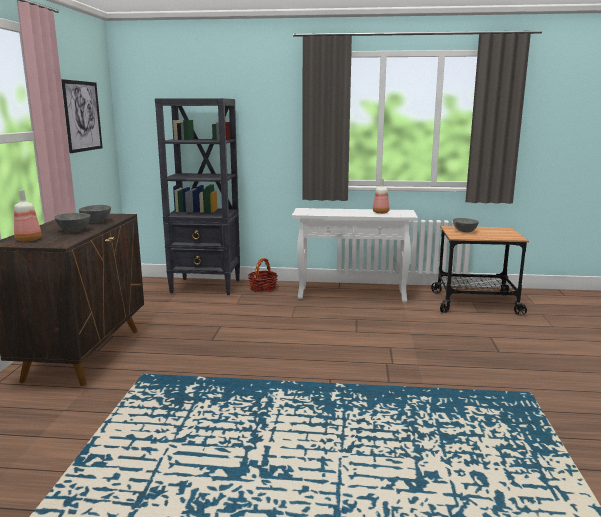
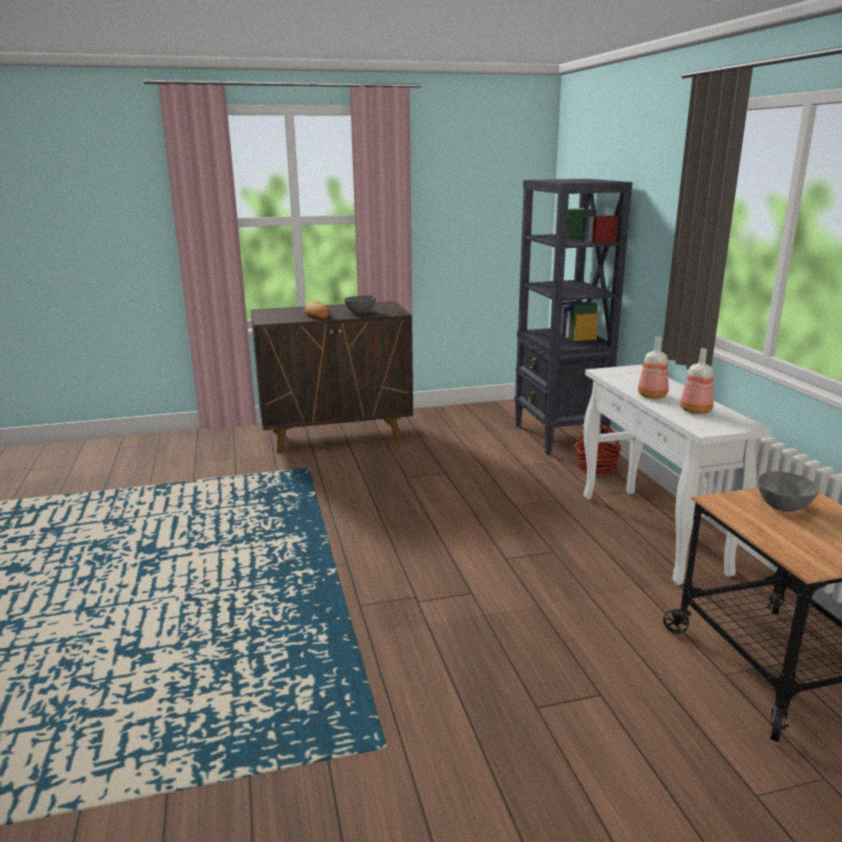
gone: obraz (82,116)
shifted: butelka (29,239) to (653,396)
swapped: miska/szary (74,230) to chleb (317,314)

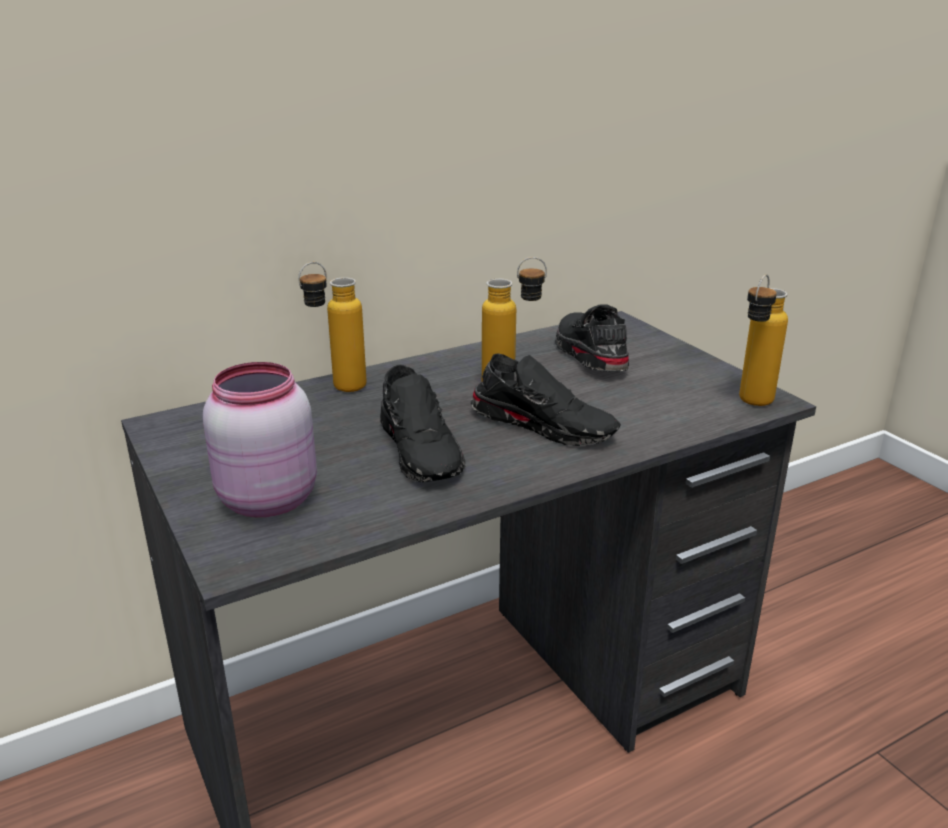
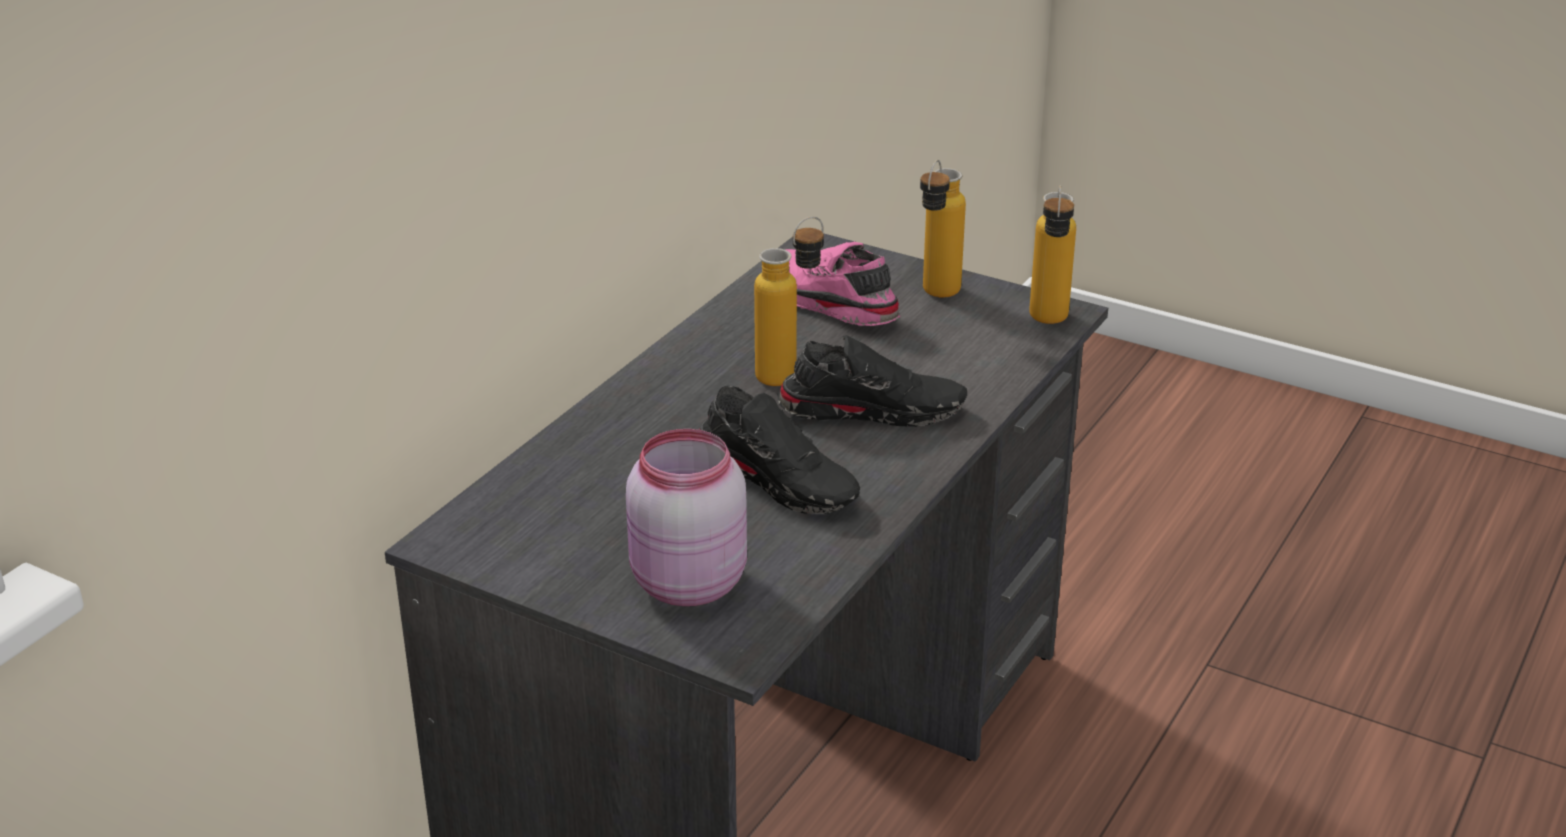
shifted: butelka (337,389) to (936,297)
repainted: but/czarny (588,354) to but/różowy (828,303)

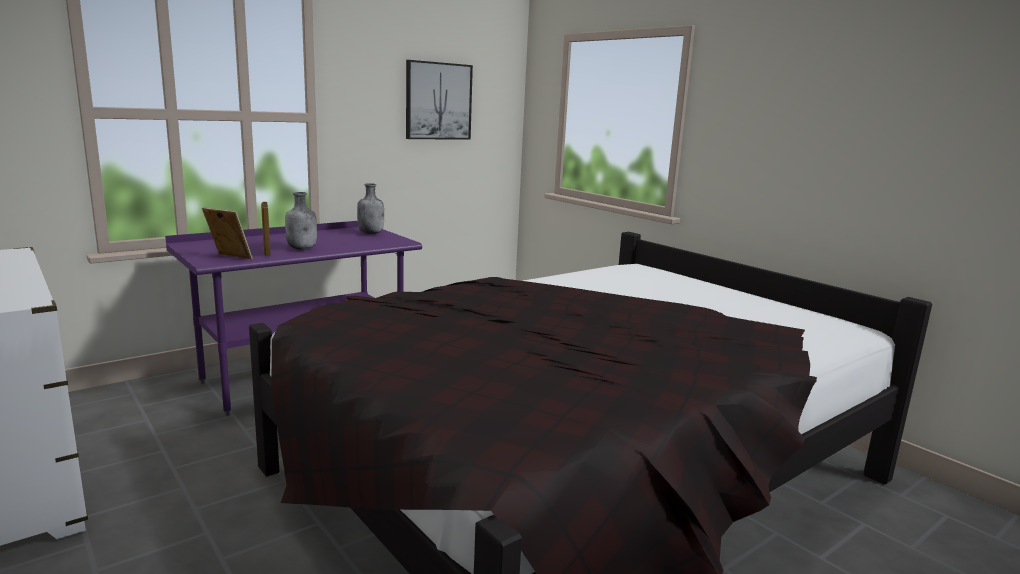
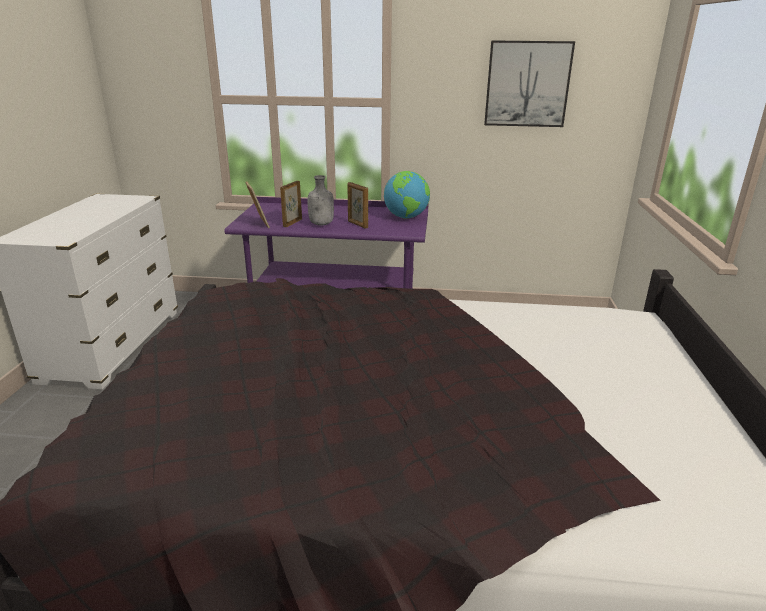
new: ramka na zdjęcie (357,224)
swapped: butelka/szary (371,233) to globus (406,217)

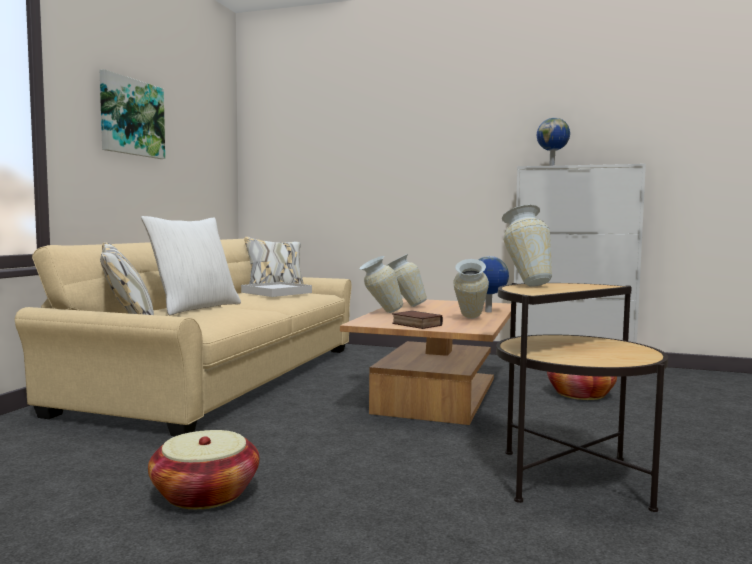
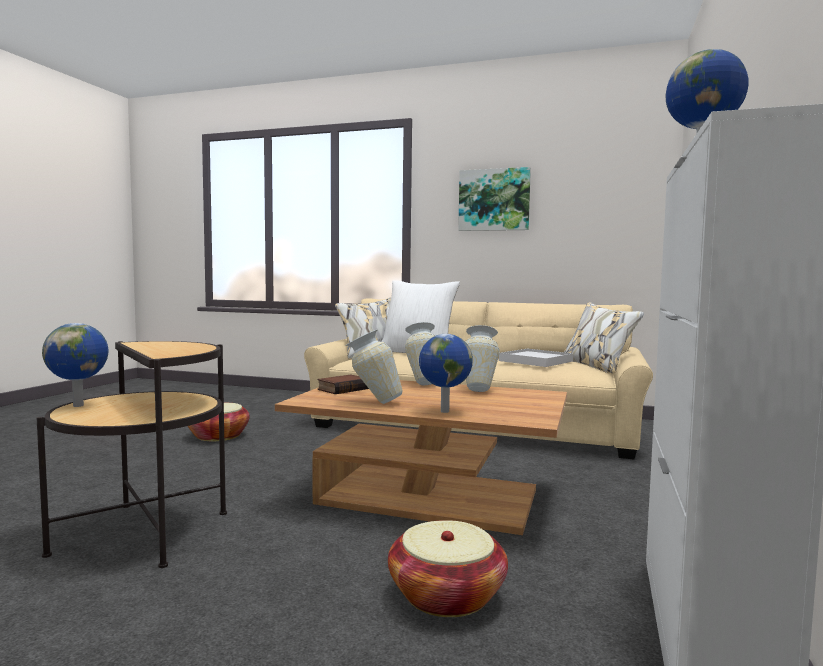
gone: wazon (526,285)
new: globus (80,405)

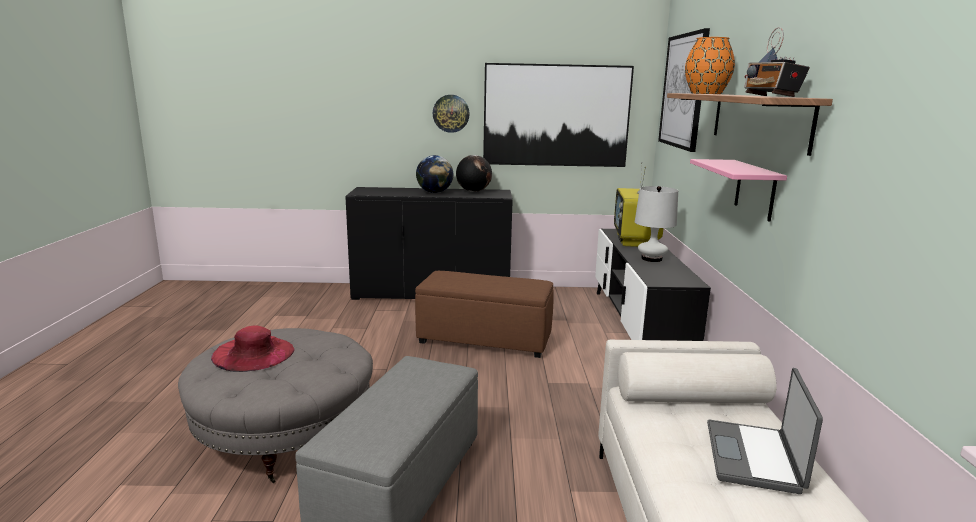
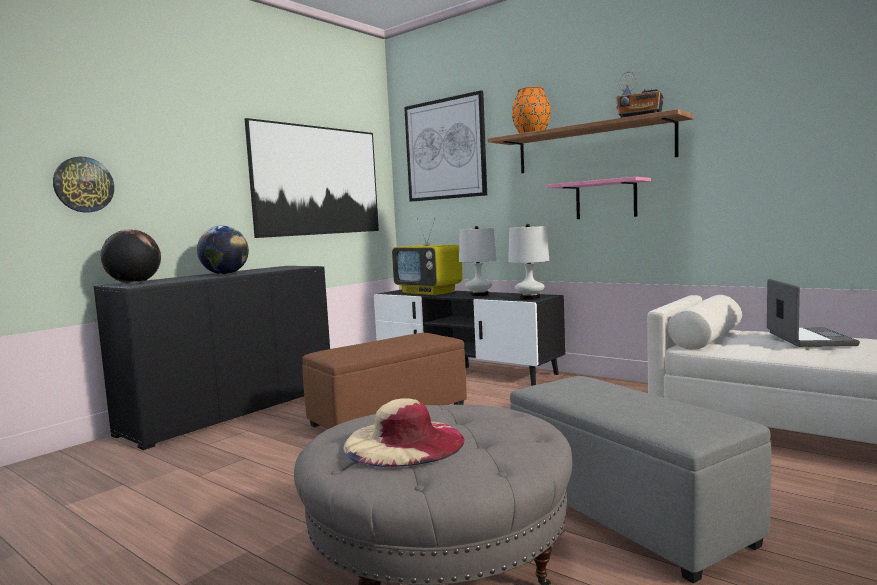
new: lampa stołowa/biały (530,298)
shifted: zegar ścienny (451,113) to (83,184); globus (473,191) to (133,283)
repainted: kapelusz/czerwony (253,353) to kapelusz/beżowy (404,442)
rotated: laptop (755,457) = (808,339) 135 degrees counterclockwise

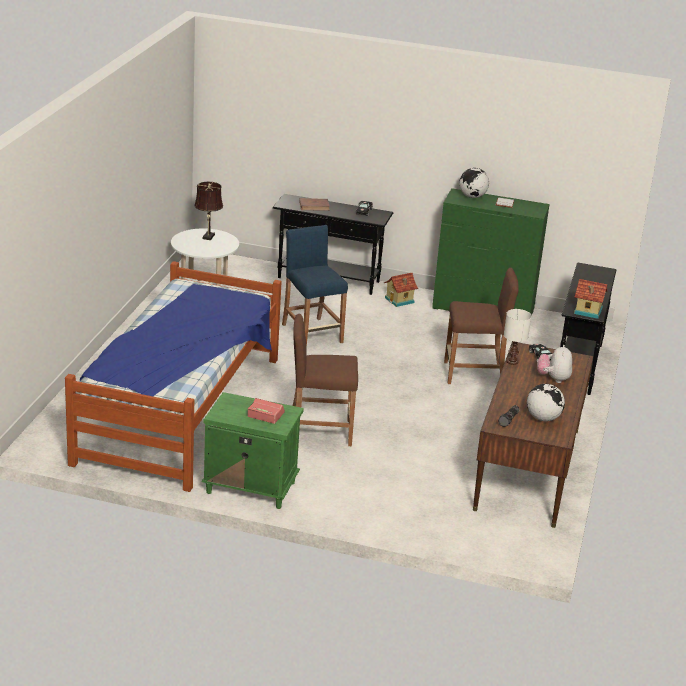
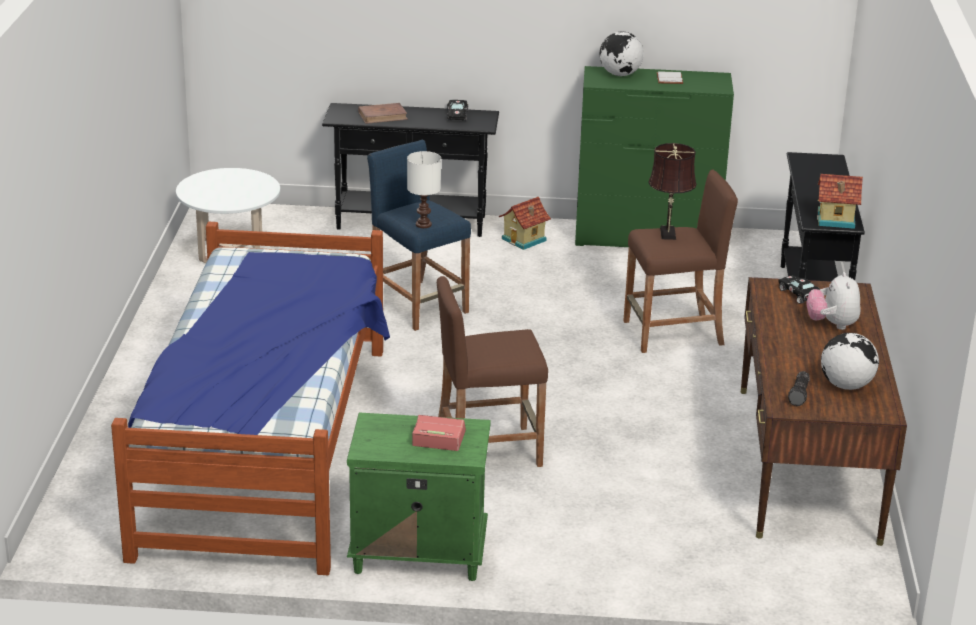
shifted: lampa stołowa/brązowy (208,237) to (668,235); lampa stołowa/biały (512,362) to (424,225)

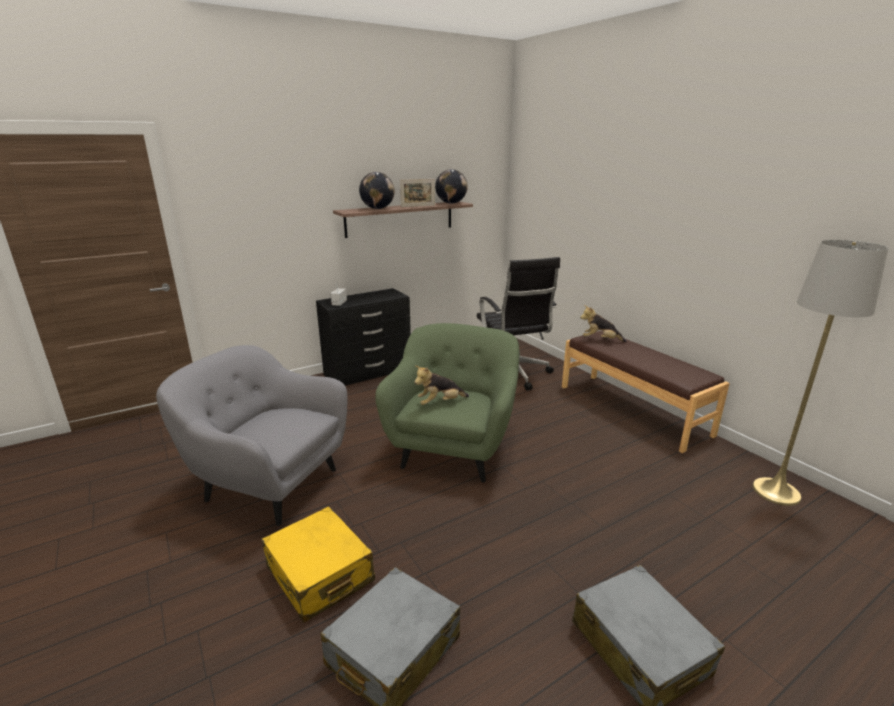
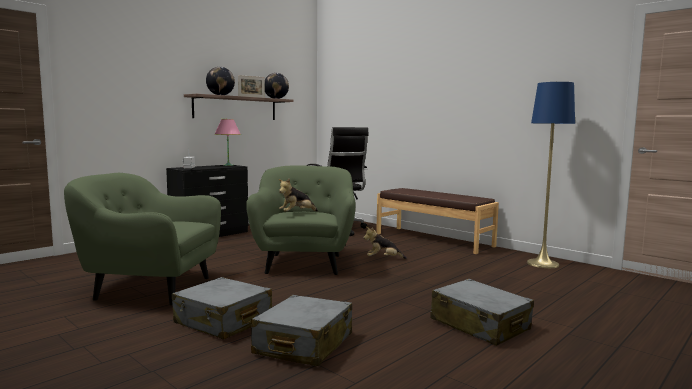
new: lampa stołowa/różowy (228,165)
shifted: pluszak (600,340) to (383,259)
repainted: lampa stojąca/szary (776,491) to lampa stojąca/niebieski (542,264); fotel/szary (269,483) to fotel/zielony (150,288); walizka/żółty (319,574) to walizka/szary (223,321)

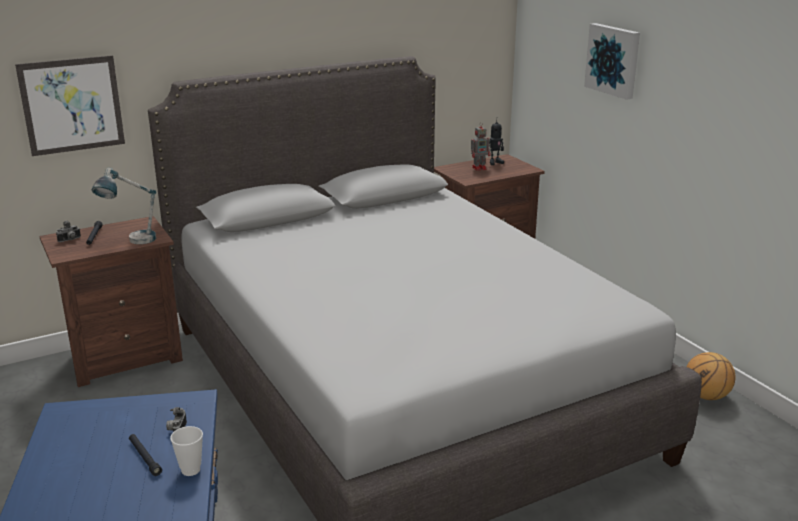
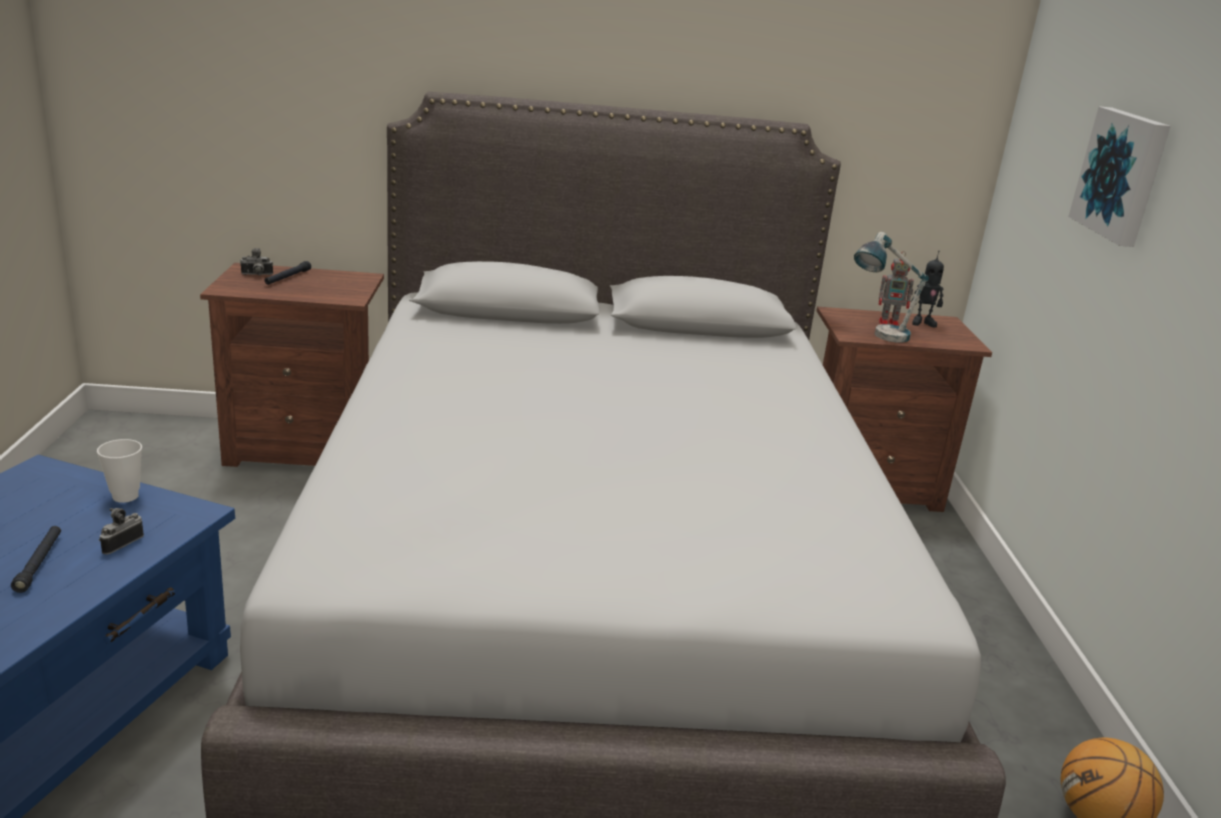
gone: obraz (72,105)
shifted: lampa stołowa (132,242) to (878,336); filiżanka (190,470) to (125,496)

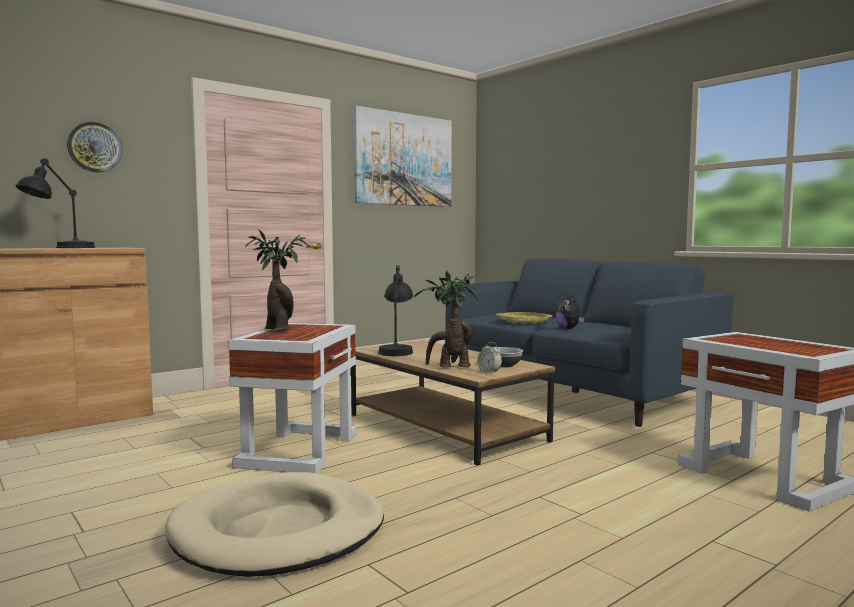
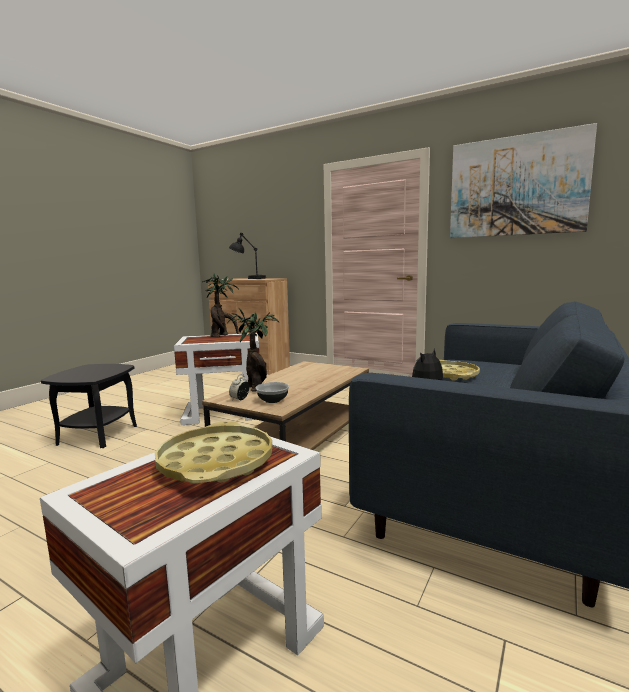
gone: zegar ścienny (94,147); lampa stołowa/czarny (397,350)
new: taca/żółty (216,462)
swapped: legowisko/beżowy (279,531) to stolik/czarny (98,435)

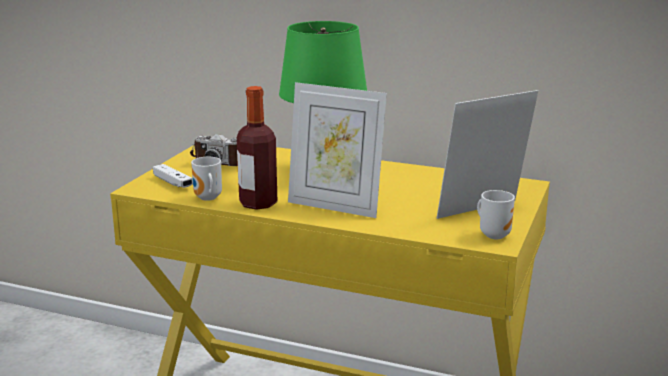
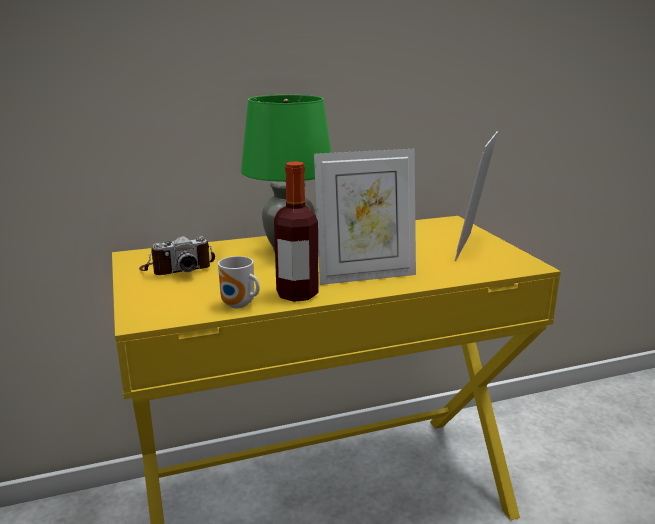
gone: pad do gier/biały (173,183); kubek (494,234)

